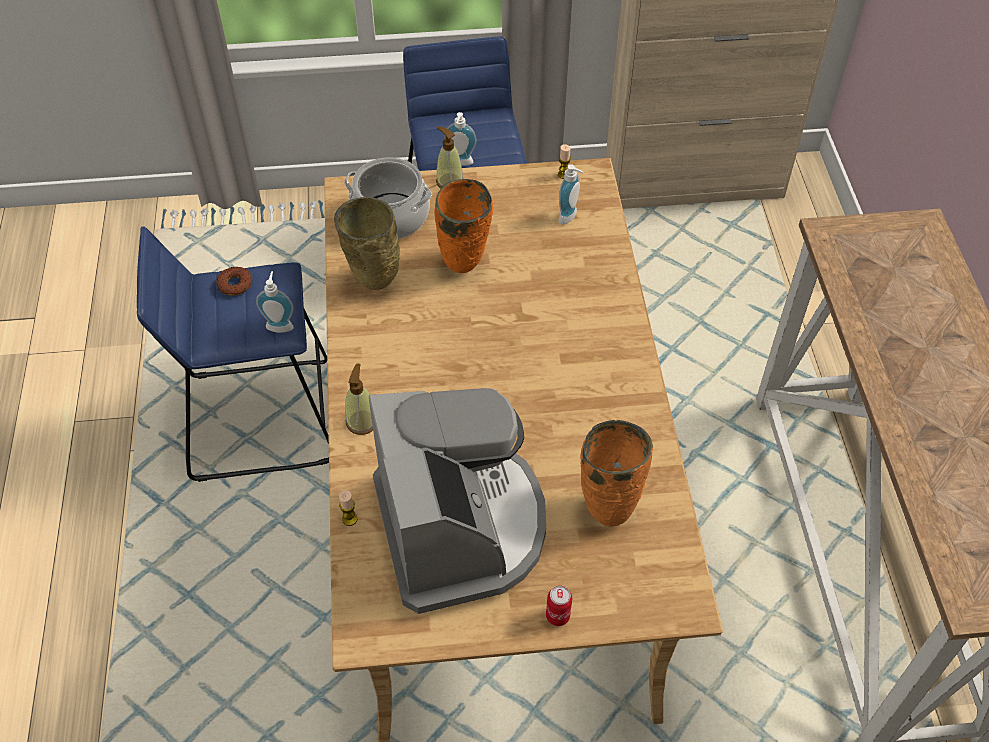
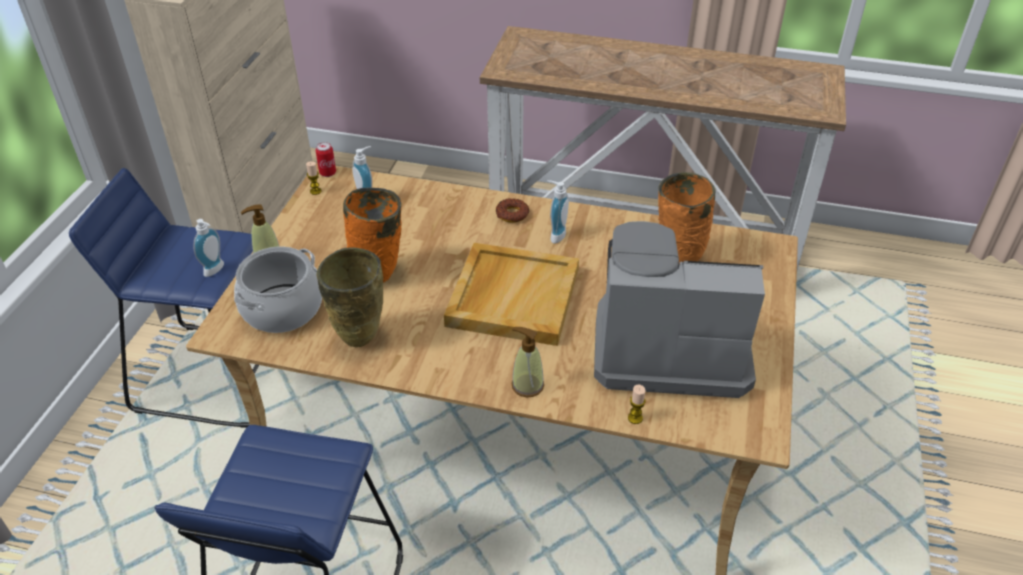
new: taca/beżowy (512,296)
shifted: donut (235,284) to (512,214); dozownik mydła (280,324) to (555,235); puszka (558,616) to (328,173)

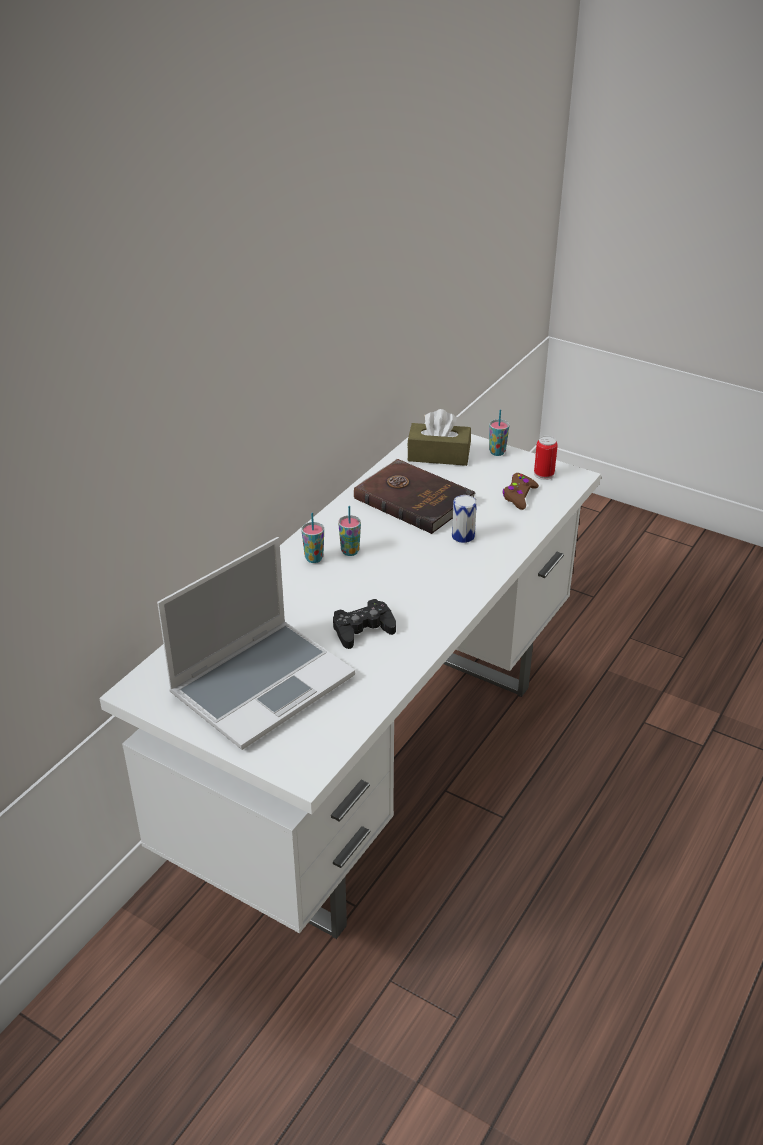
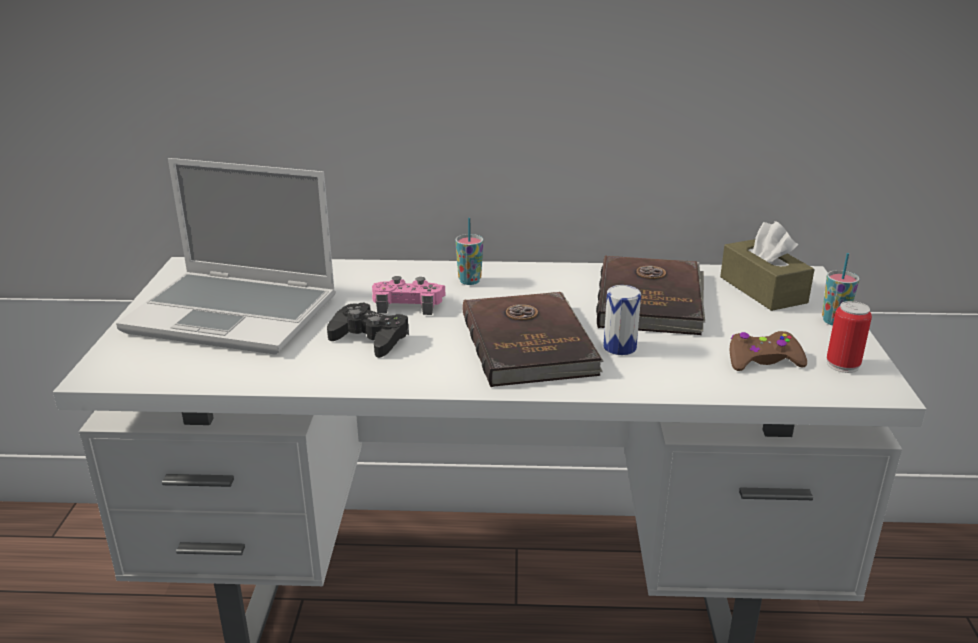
gone: filiżanka (350,551)
new: pad do gier/różowy (408,304); książka/brązowy (530,343)

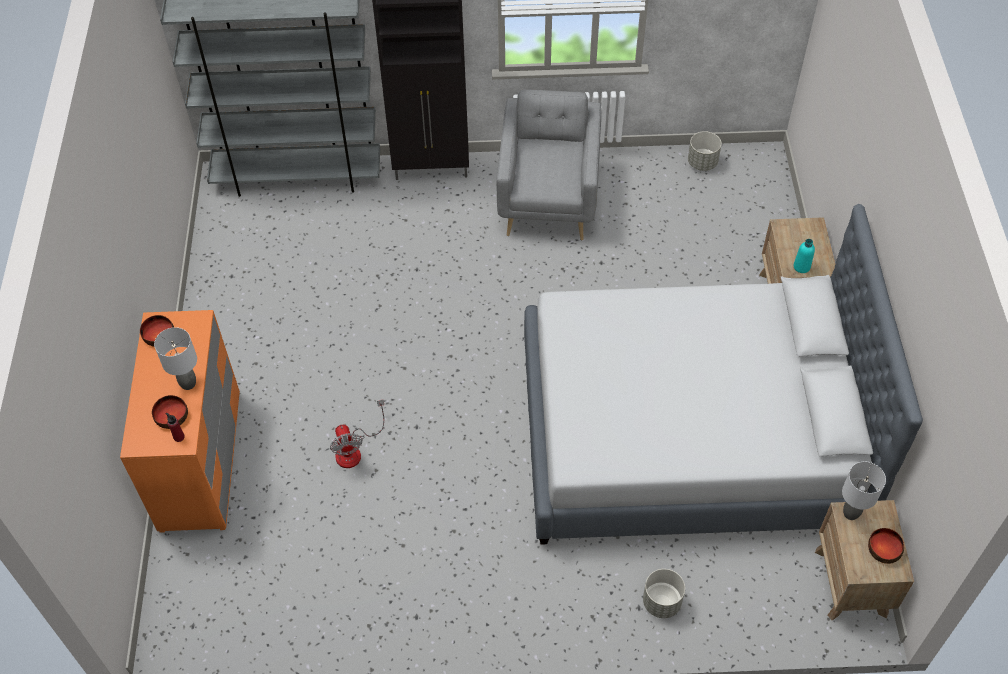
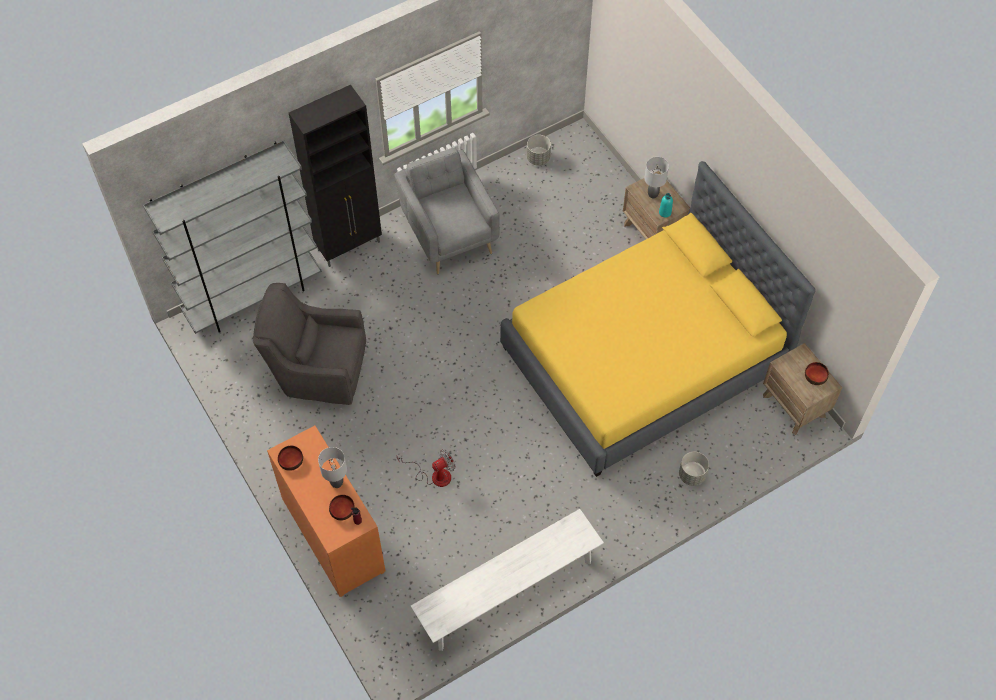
new: fotel/szary (317,371); ławka/biały (508,592)
shifted: lampa stołowa/szary (851,513) to (653,194)
repainted: łóżko/szary (689,434) to łóżko/żółty (644,358)
rotated: wentylator (354,449) = (434,475) 75 degrees counterclockwise

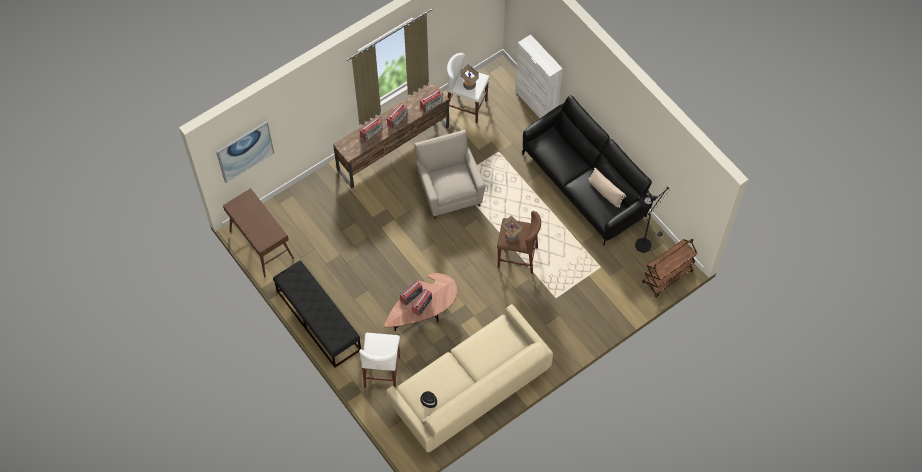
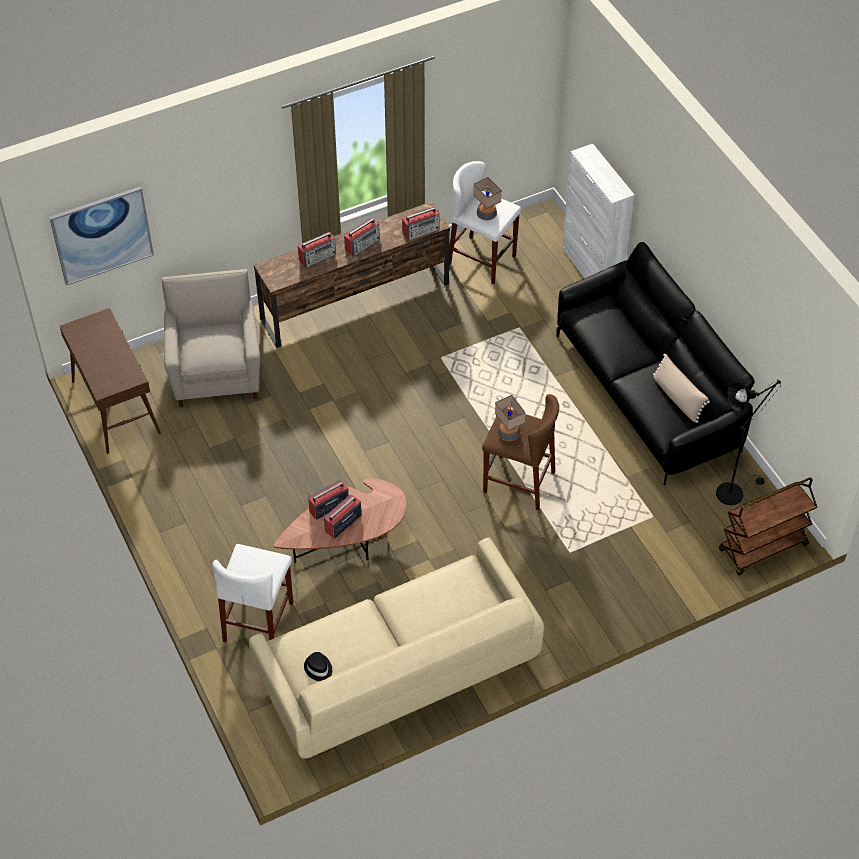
gone: ławka/czarny (318,320)
shifted: fotel/beżowy (449,189) to (216,369)

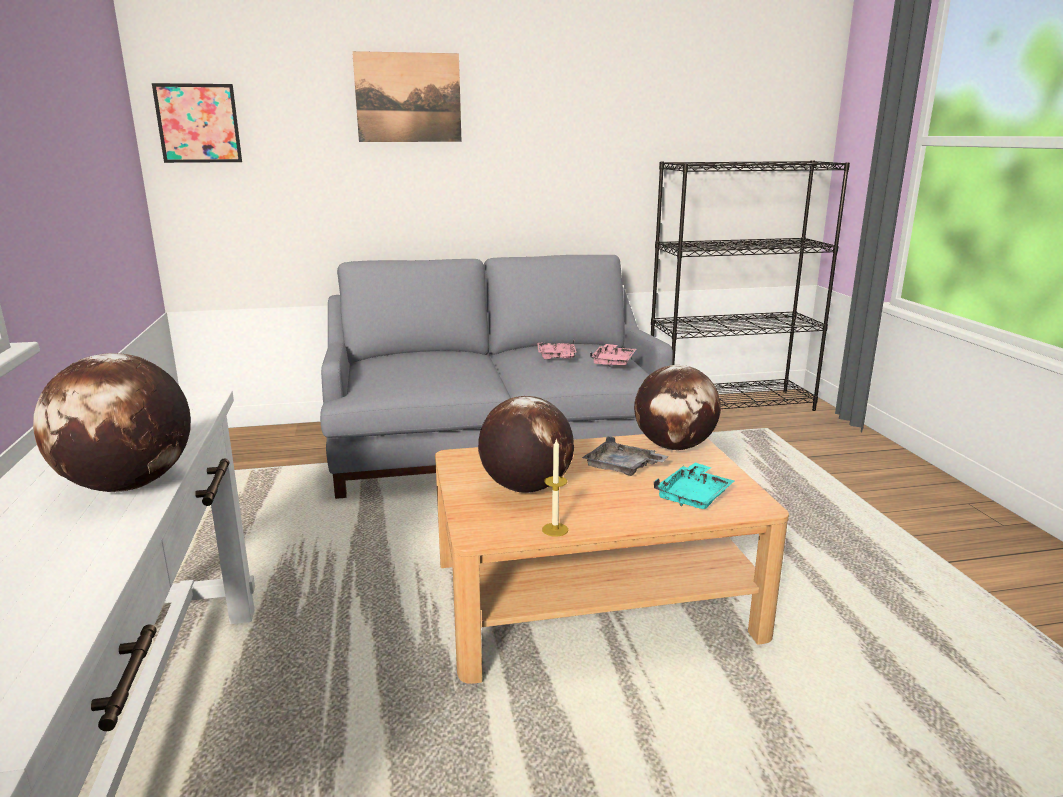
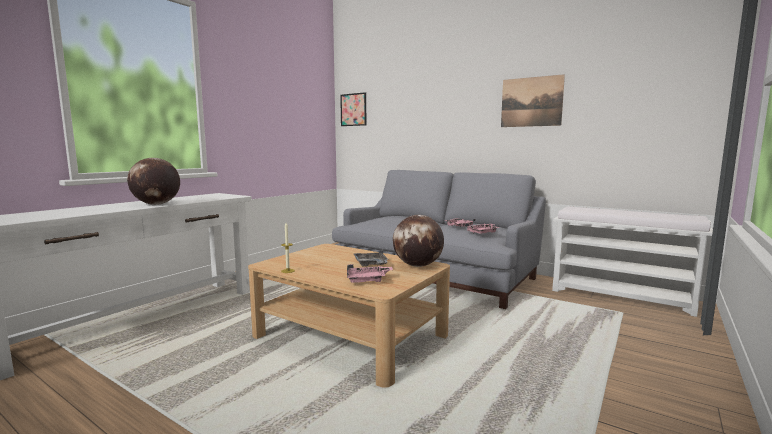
gone: globus (525,487)
shifted: obraz (408,98) to (531,102)
swapped: regał/czarny (730,405) to ławka/biały (622,296)
repainted: taca/turkusowy (694,496) to taca/różowy (367,280)

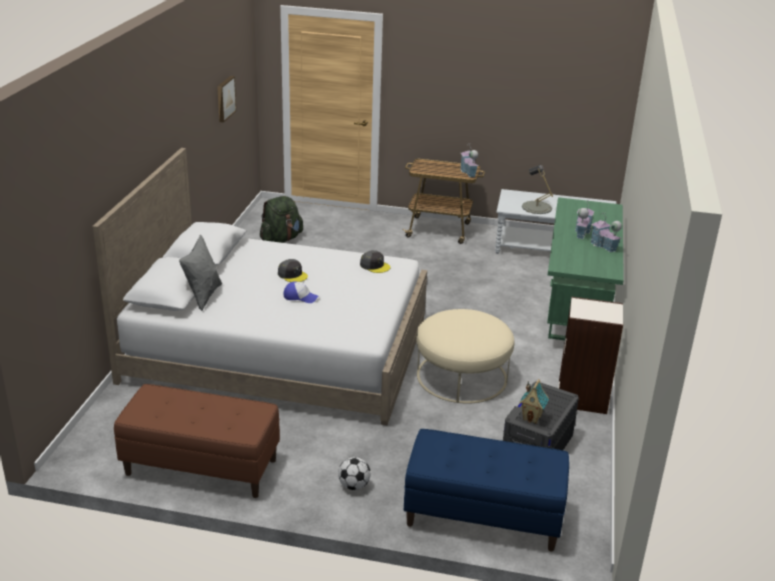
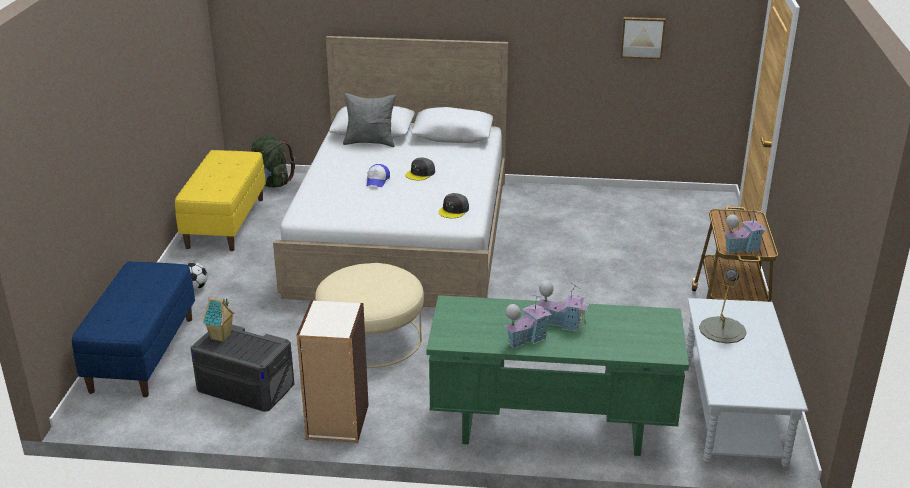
shifted: plecak/zielony (281,239) to (271,183)
repainted: ławka/brązowy (200,467) to ławka/żółty (225,222)

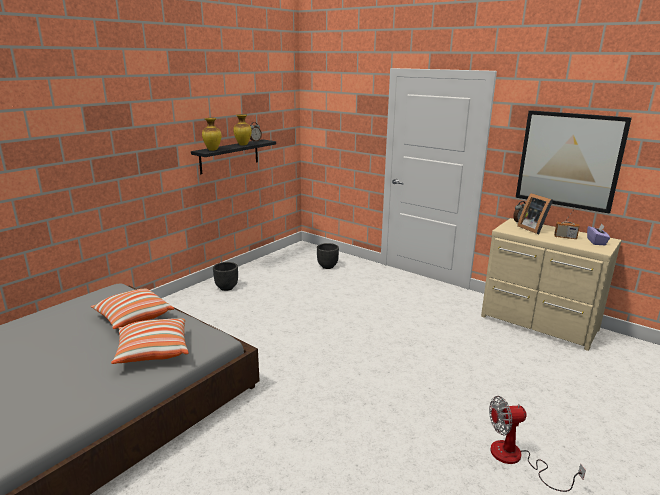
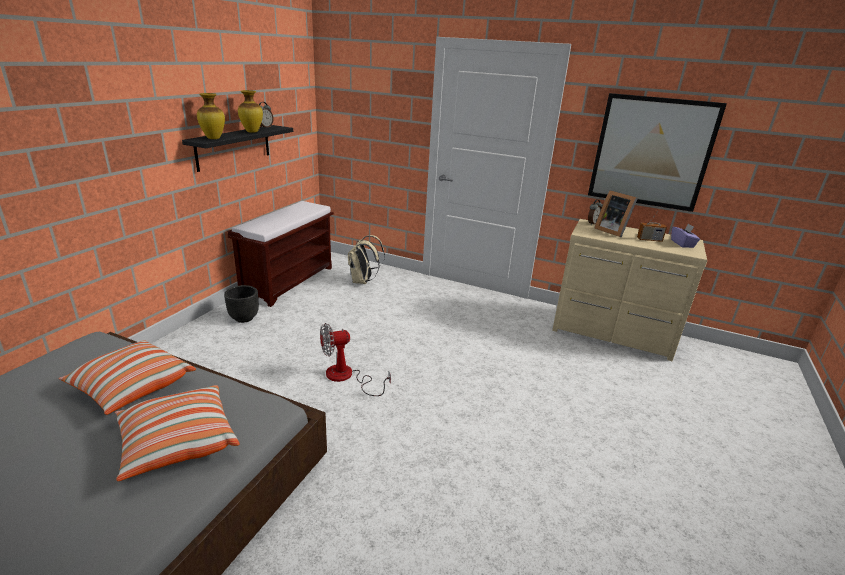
new: ławka/brązowy (289,281)
shifted: wentylator (516,459) to (347,377)
swapped: donica/czarny (327,266) to plecak/beżowy (363,281)

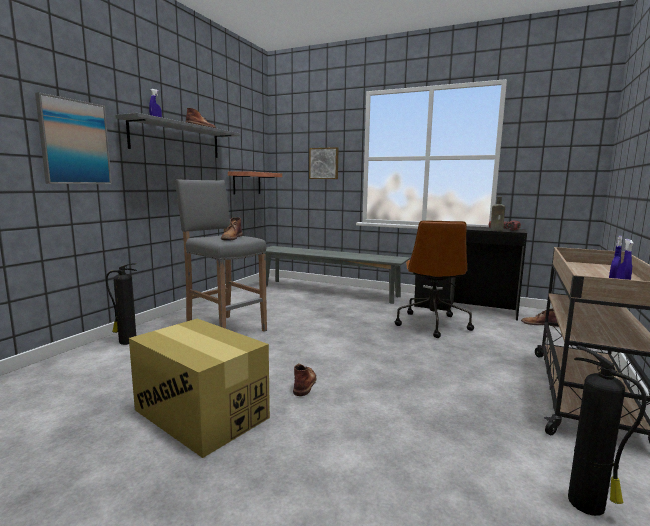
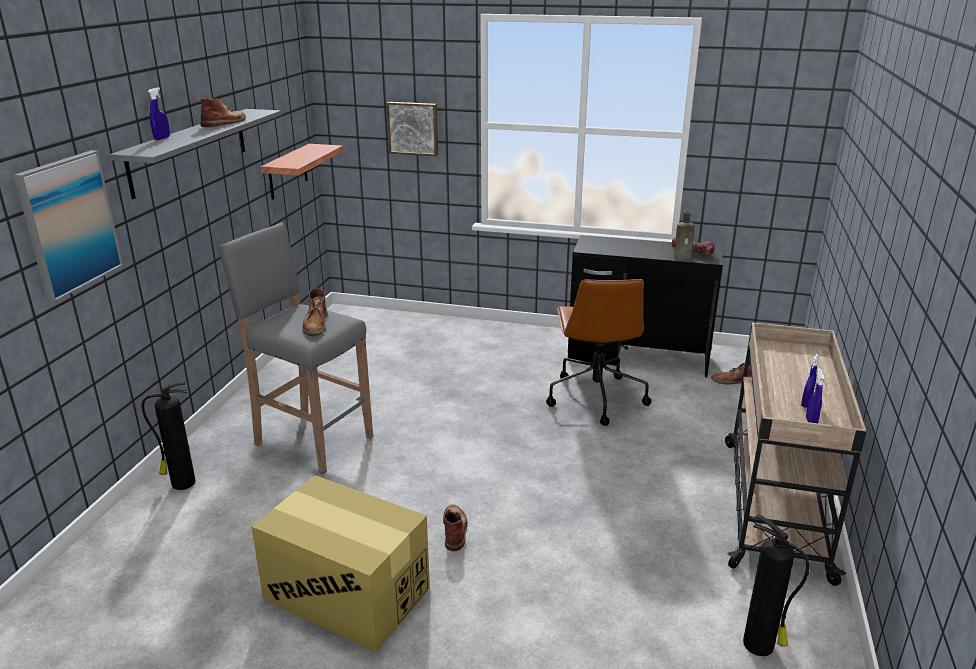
gone: ławka/szary (329,291)

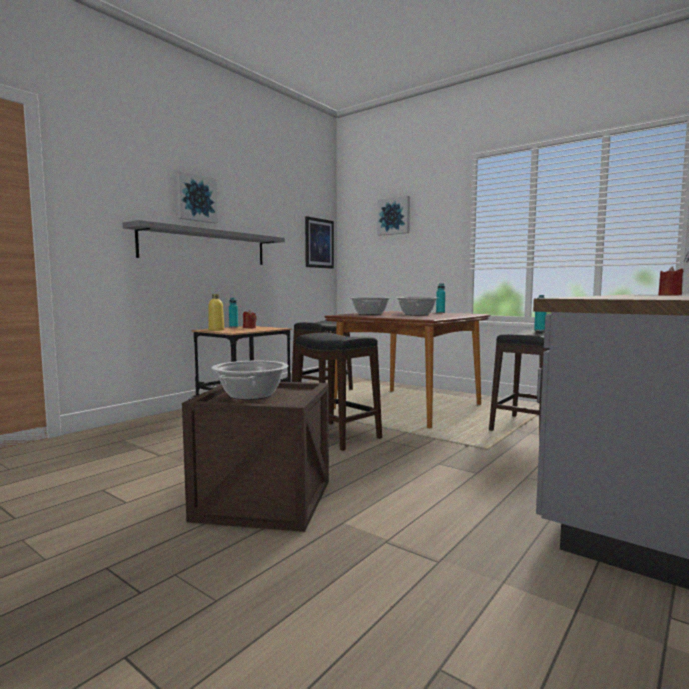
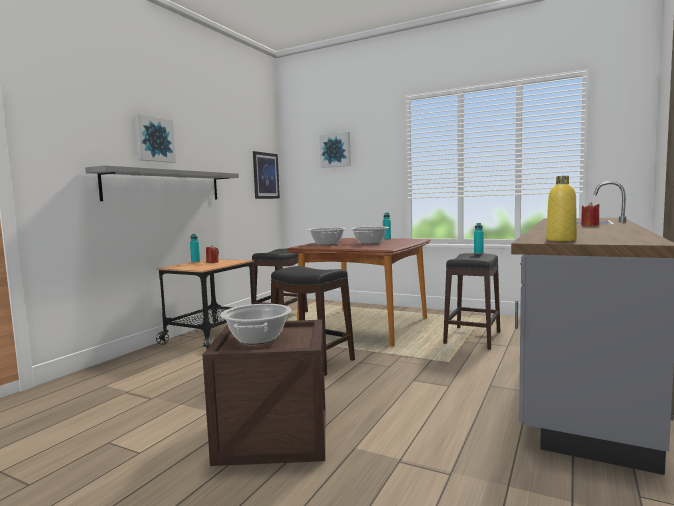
shifted: butelka/żółty (216,330) to (561,240)

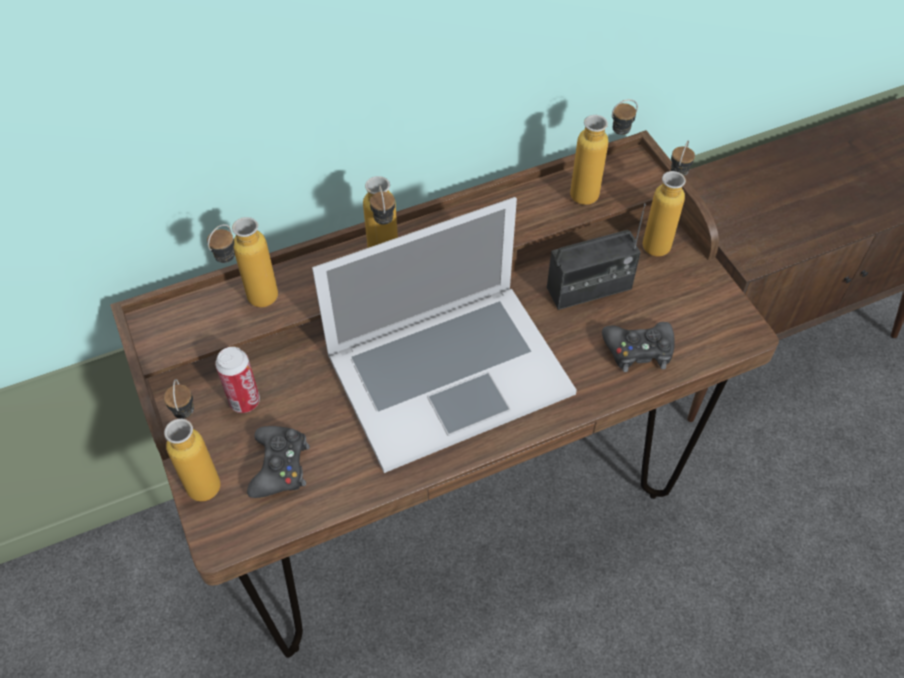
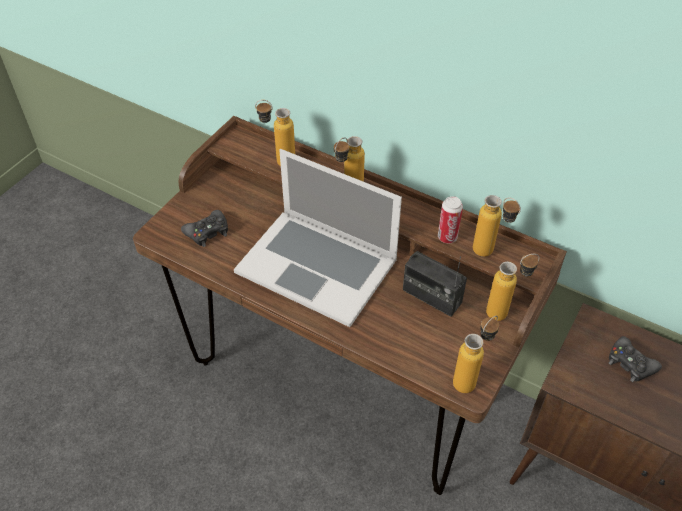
shifted: pad do gier/czarny (638,350) to (630,363); puszka (244,401) to (447,237); butelka (204,474) to (470,378)

